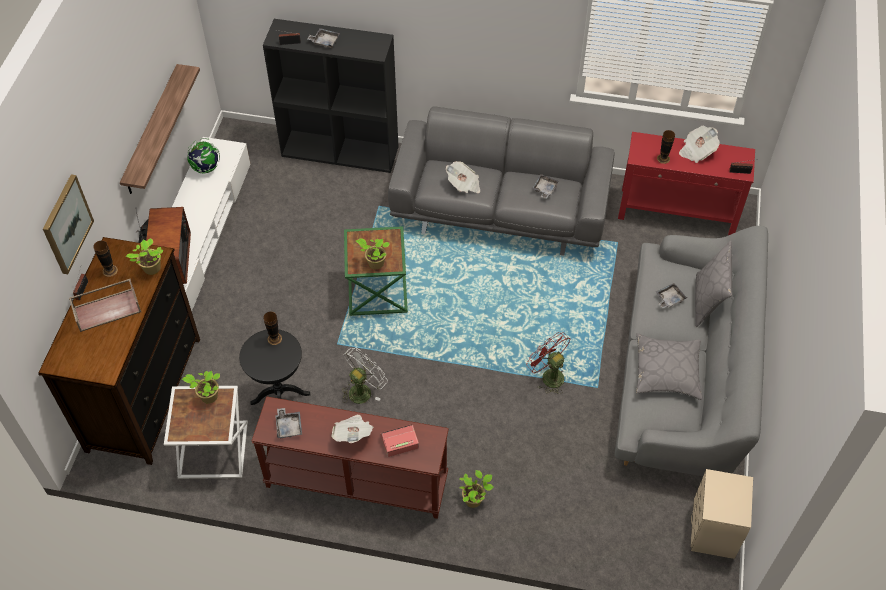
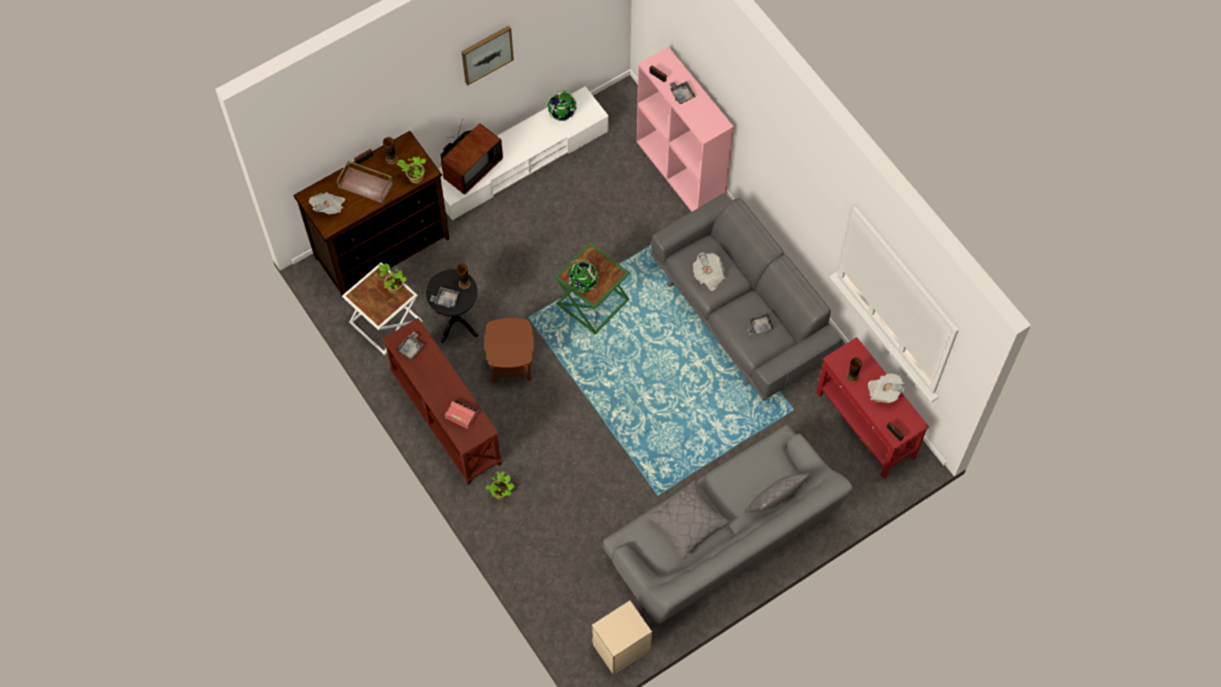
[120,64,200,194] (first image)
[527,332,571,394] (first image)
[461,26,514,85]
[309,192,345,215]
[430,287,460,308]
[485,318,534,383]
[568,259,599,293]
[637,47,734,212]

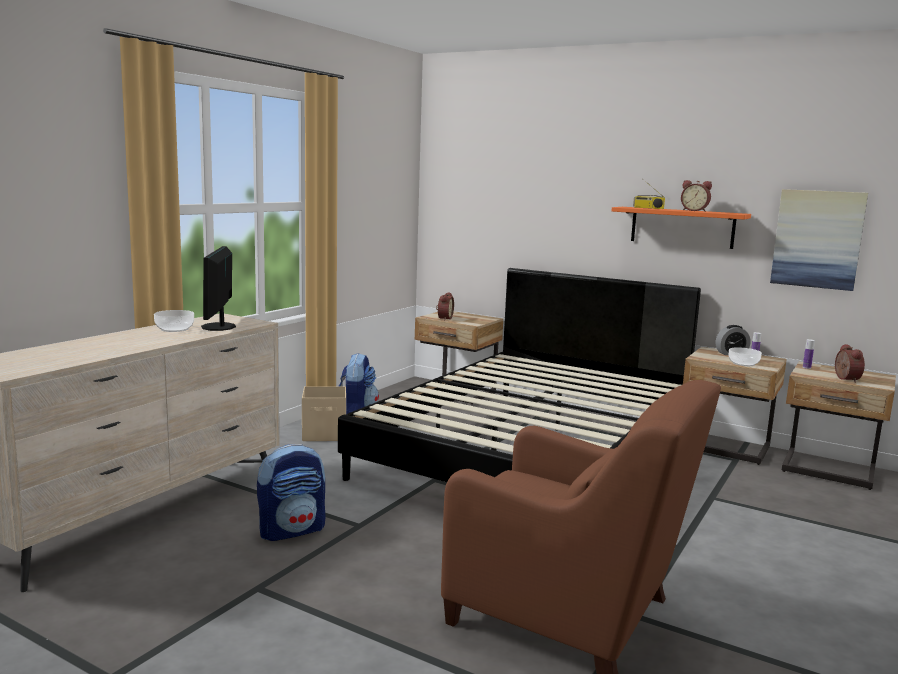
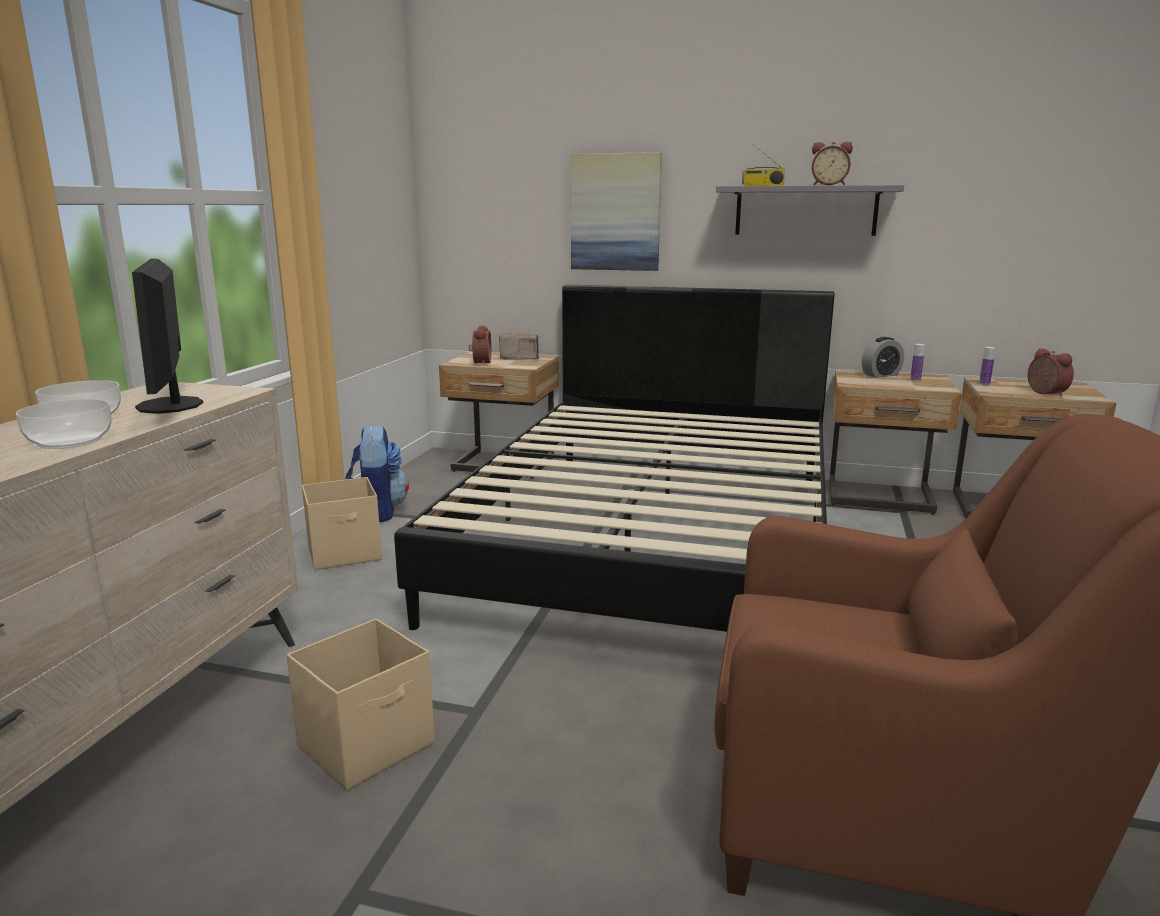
[499,333,539,360]
[16,399,112,449]
[571,152,662,271]
[287,618,435,790]
[716,185,904,236]

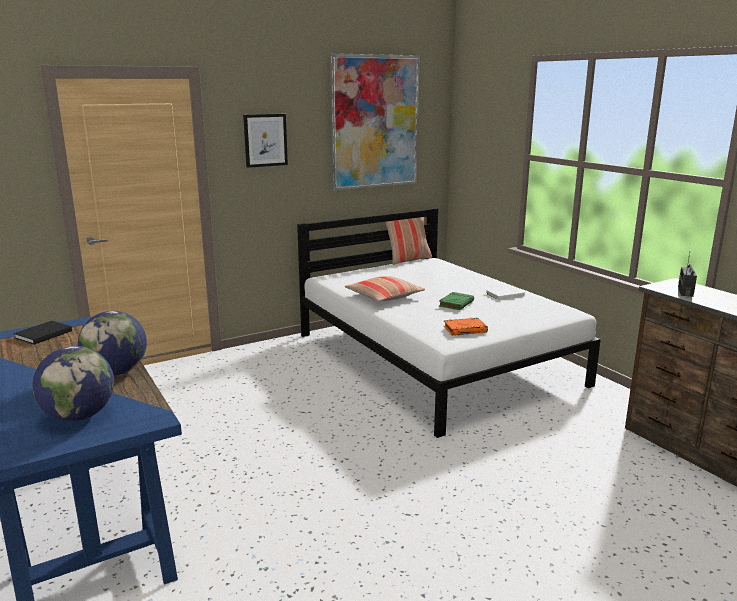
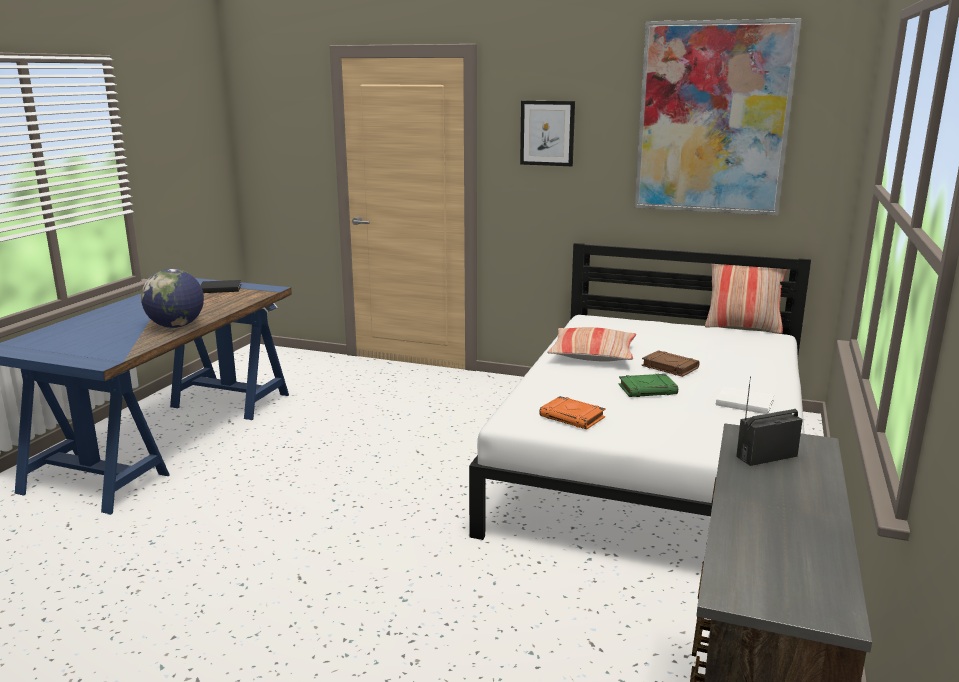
[32,346,114,421] (first image)
[641,350,699,377]

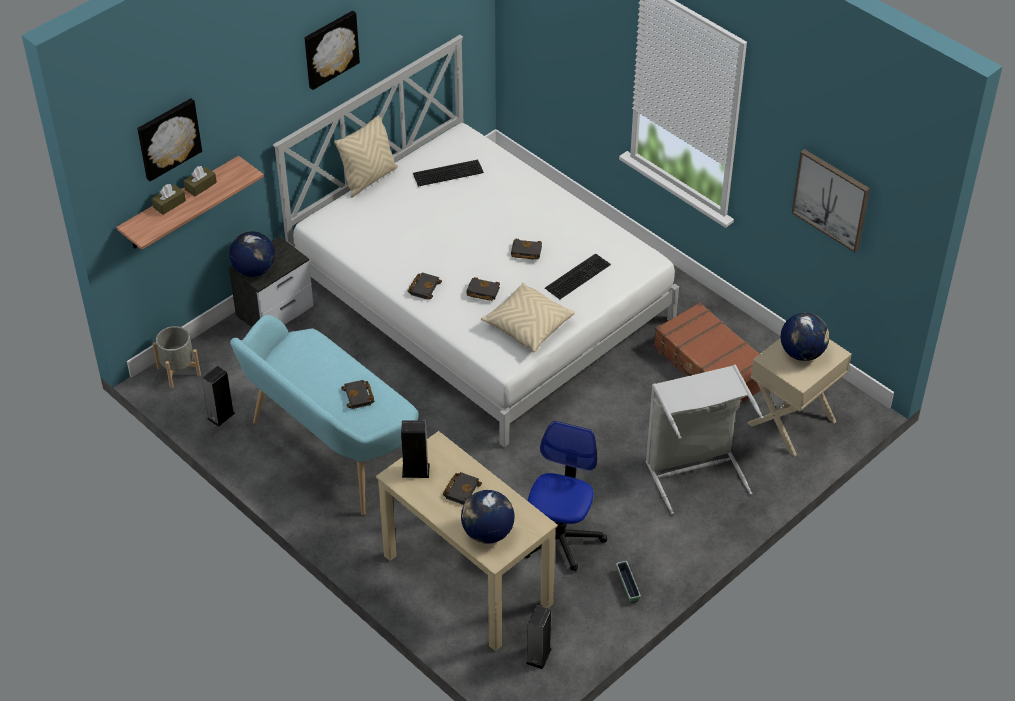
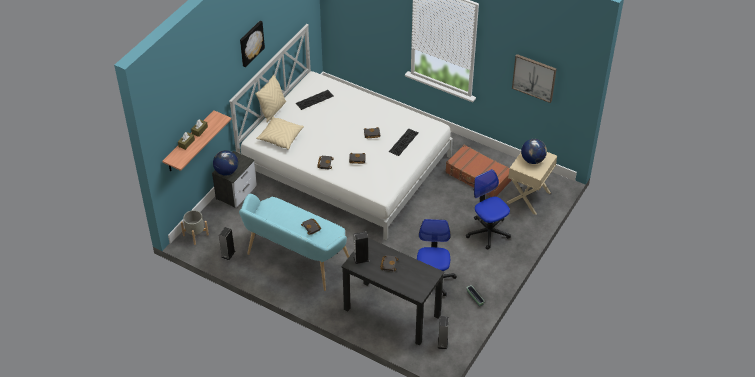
[137,98,202,181] (first image)
[461,490,515,544] (first image)
[256,117,304,150]
[466,169,511,250]
[341,238,444,346]

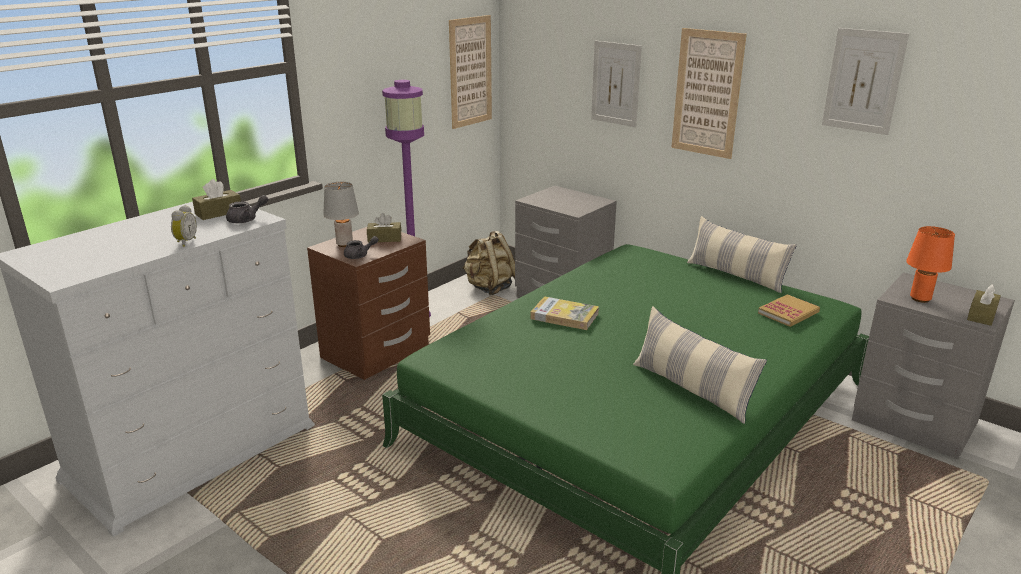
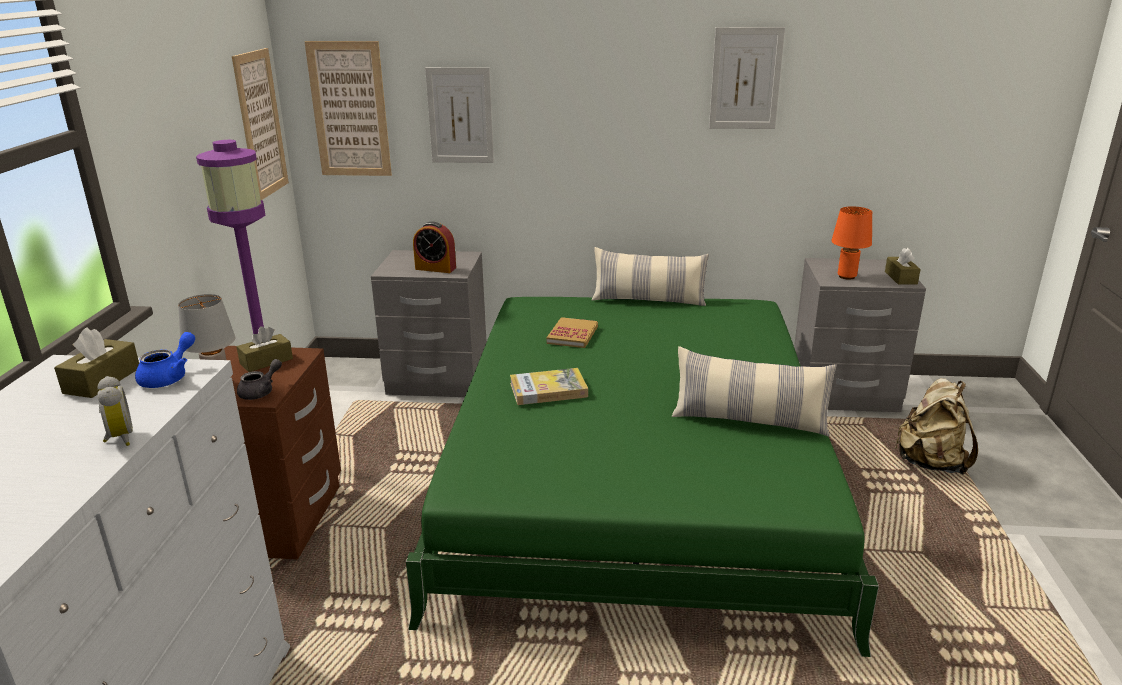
[413,222,456,273]
[894,378,978,474]
[304,41,392,176]
[547,317,598,348]
[135,332,195,388]

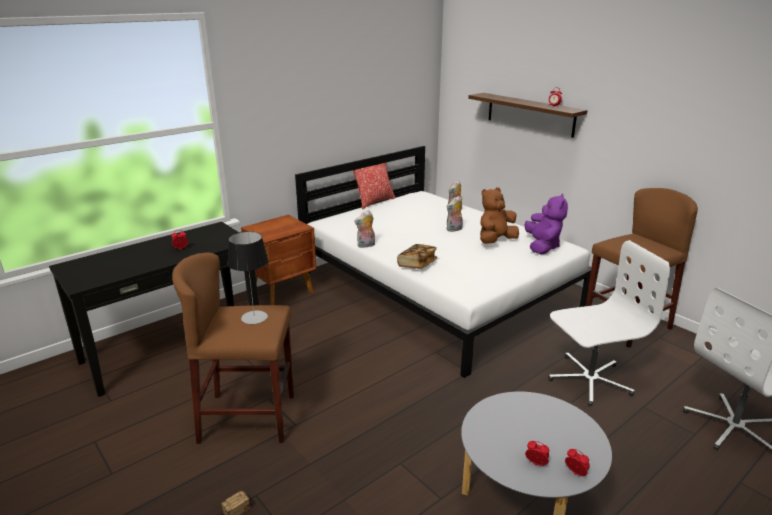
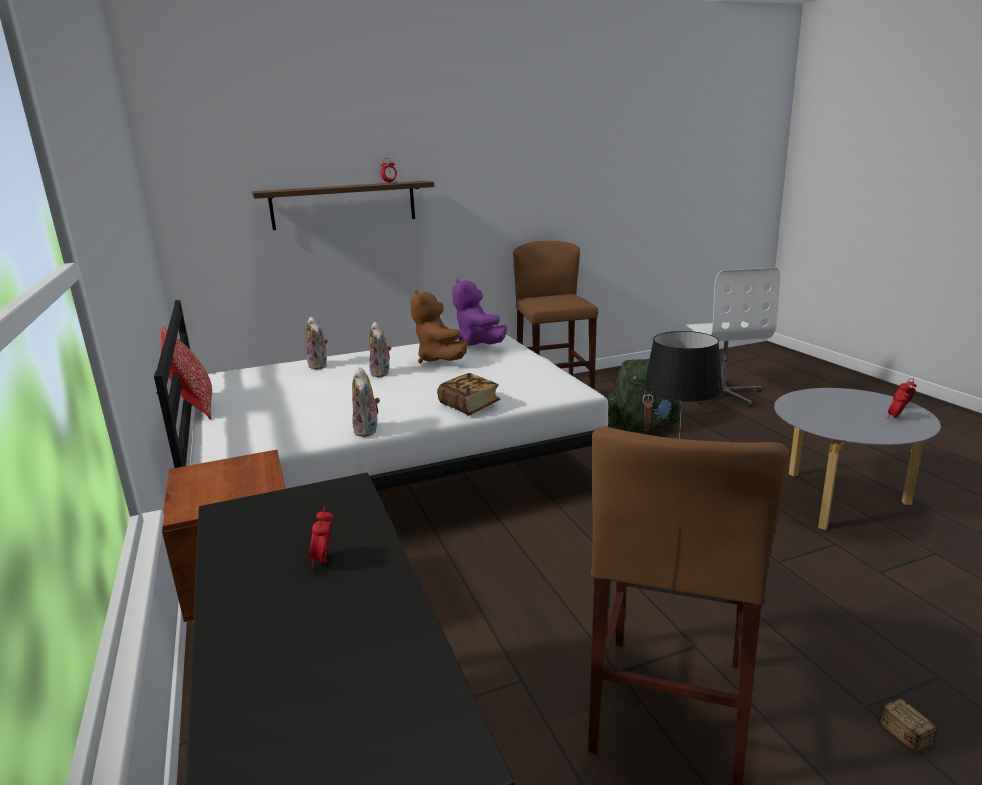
[607,359,681,432]
[452,279,507,345]

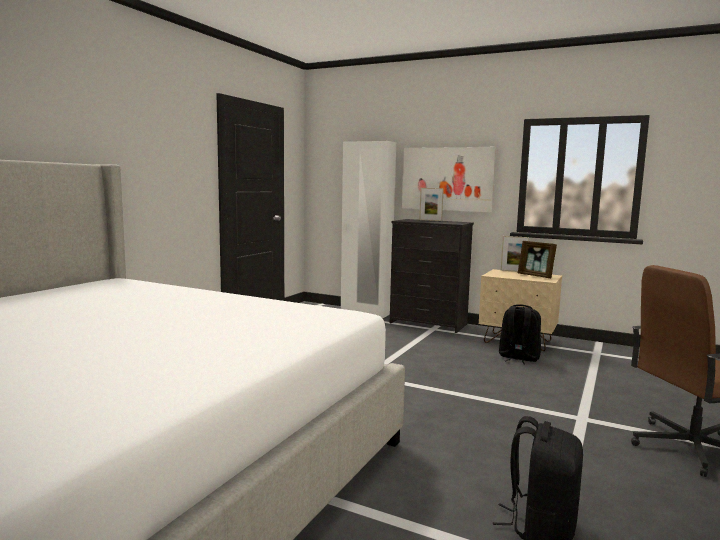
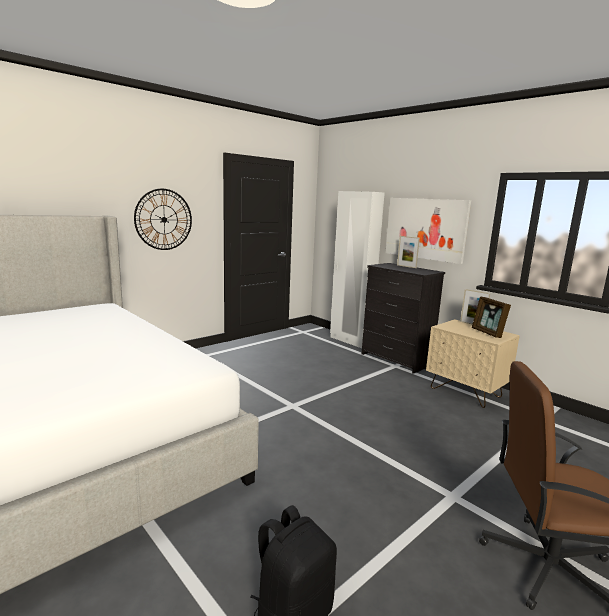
[499,304,541,365] (first image)
[134,189,192,250]

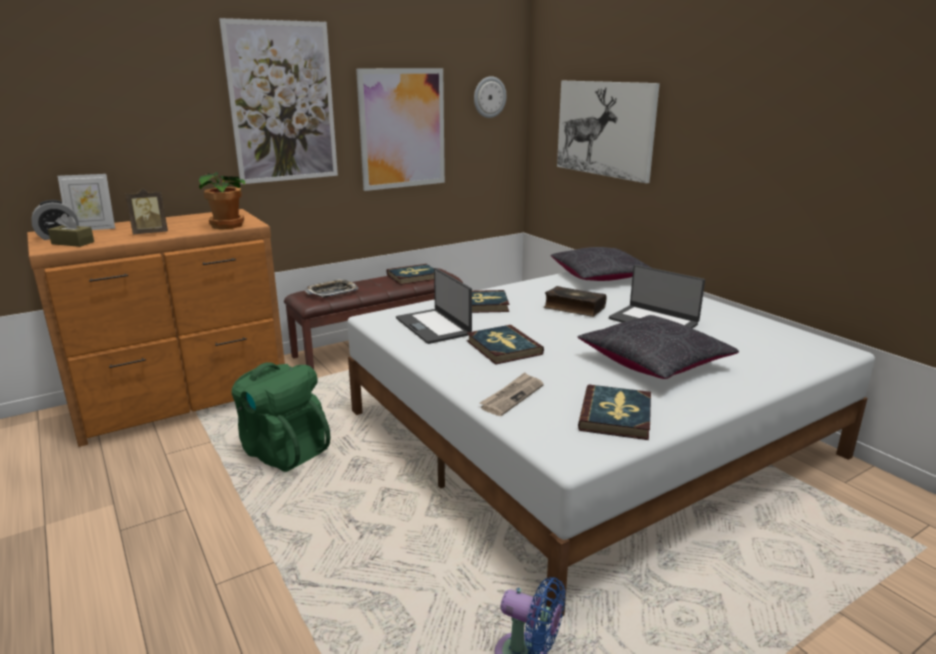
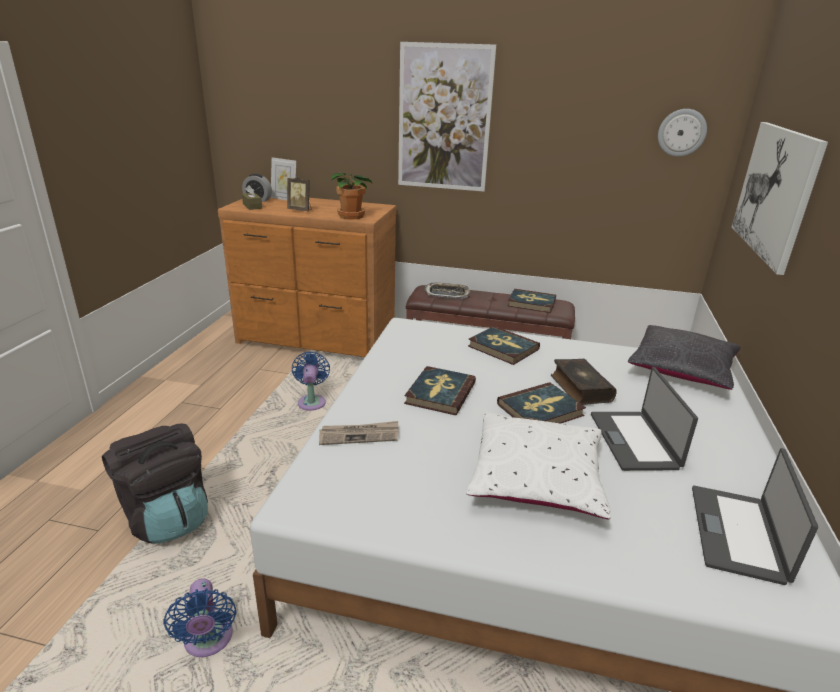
[356,68,445,191] (first image)
[102,424,208,544]
[692,448,818,585]
[497,382,586,424]
[292,351,330,411]
[467,413,611,519]

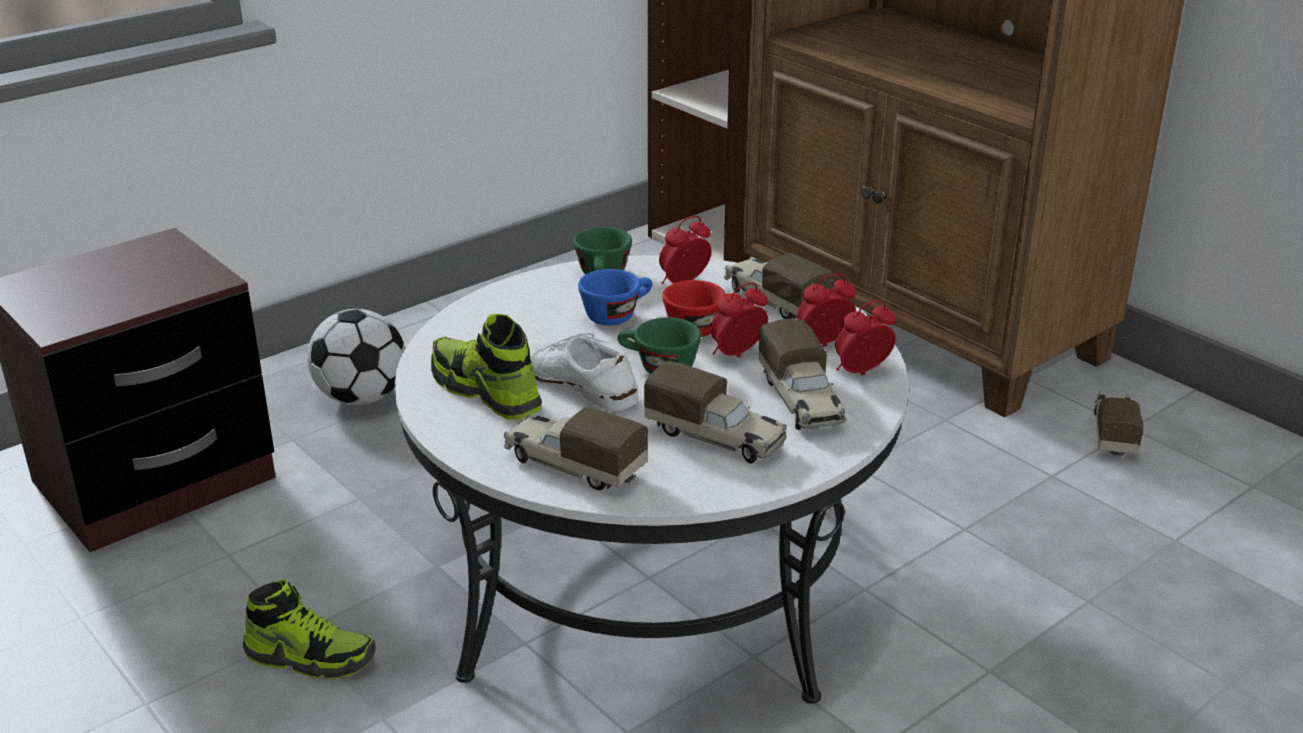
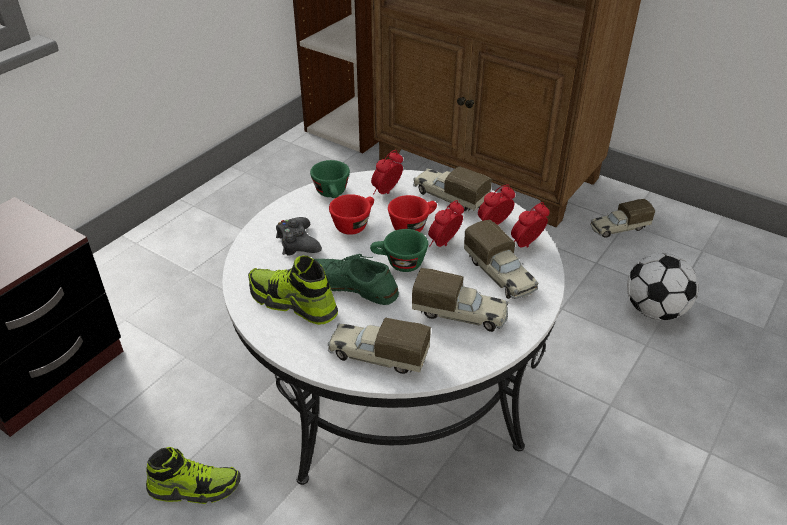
[276,217,322,256]
[627,253,699,320]
[314,254,399,305]
[329,194,374,235]
[590,199,655,238]

